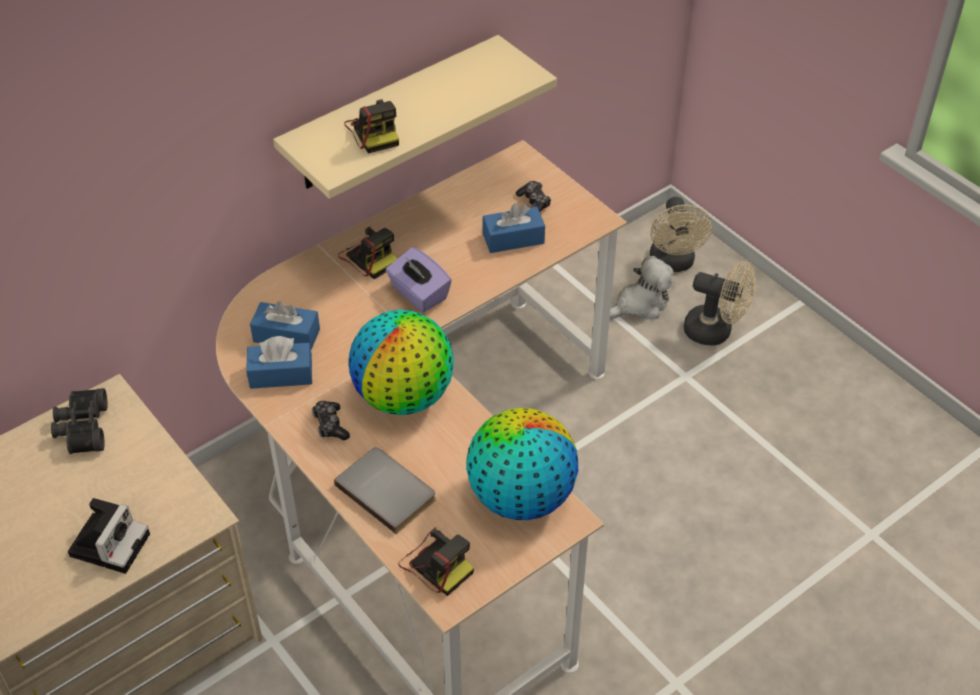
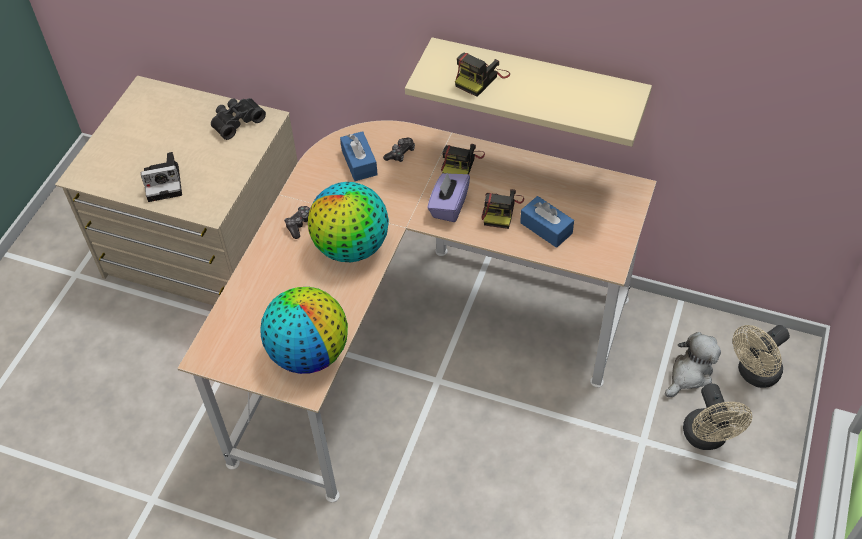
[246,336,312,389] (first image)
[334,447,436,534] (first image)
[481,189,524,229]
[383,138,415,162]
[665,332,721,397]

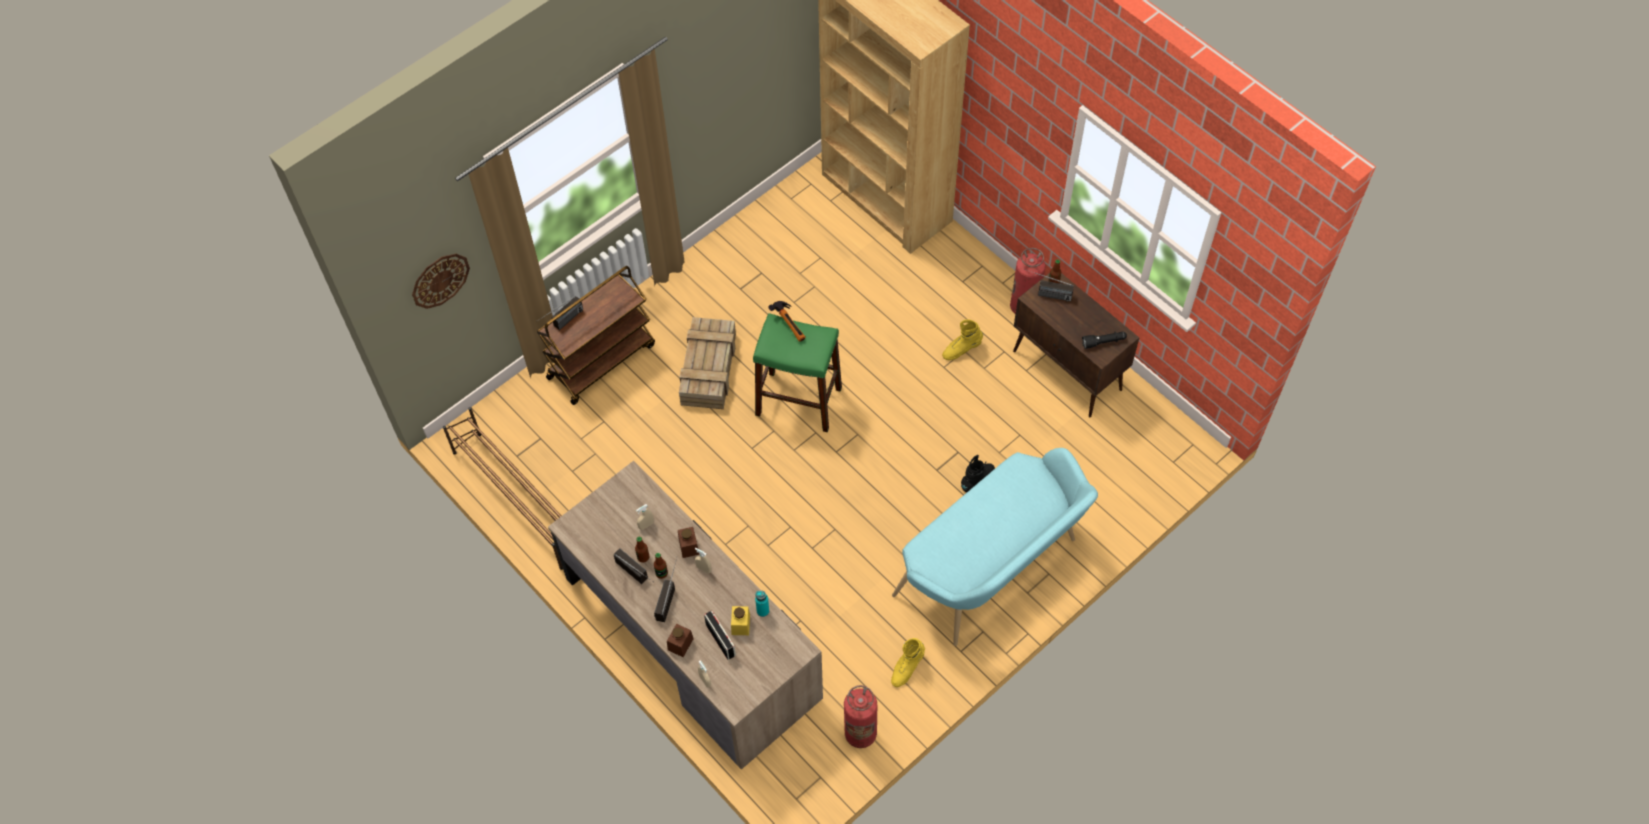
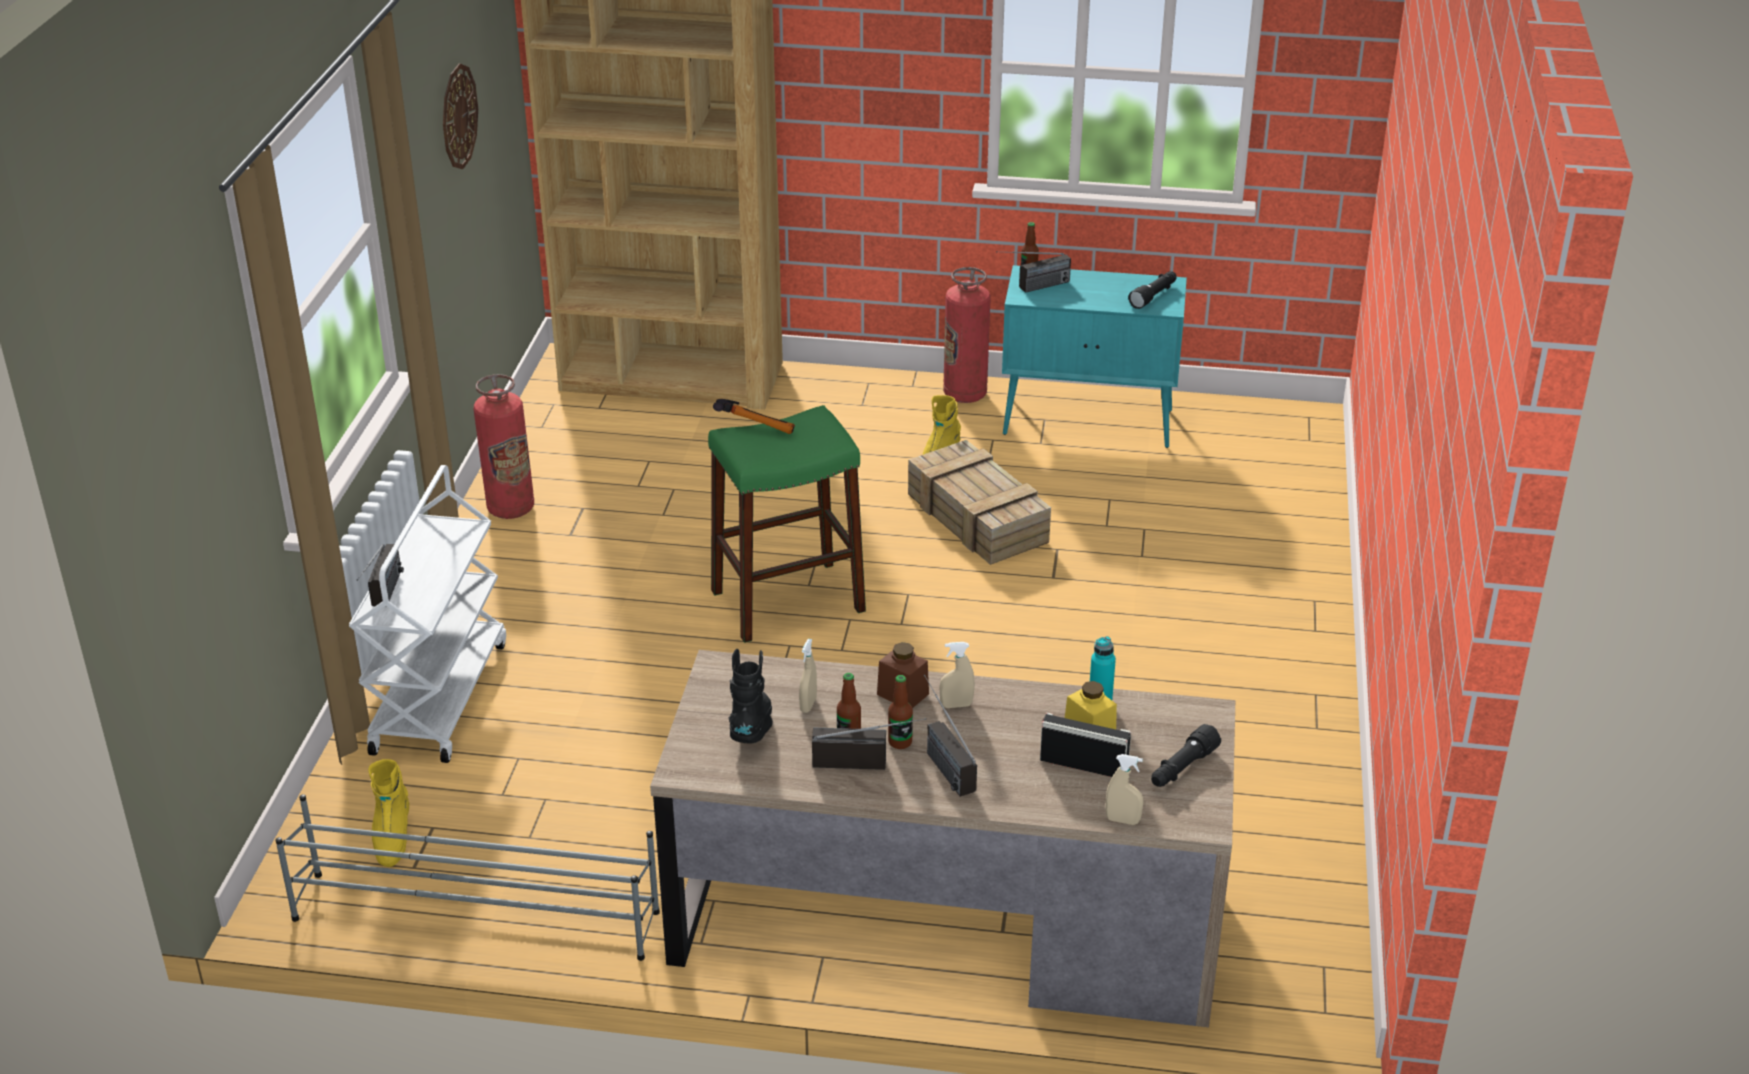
[667,624,694,657] (first image)
[892,448,1098,646] (first image)
[1151,724,1221,787]
[443,63,478,169]
[908,440,1051,565]
[473,374,534,519]
[368,759,409,867]
[729,649,773,743]
[275,794,660,961]
[349,465,506,763]
[1002,265,1187,448]

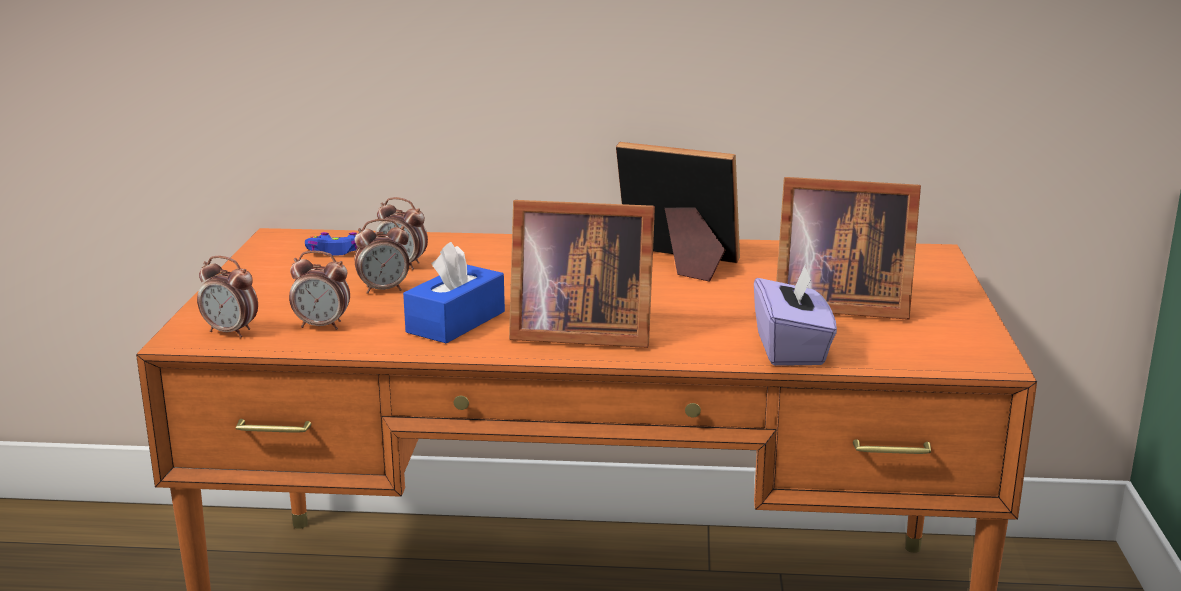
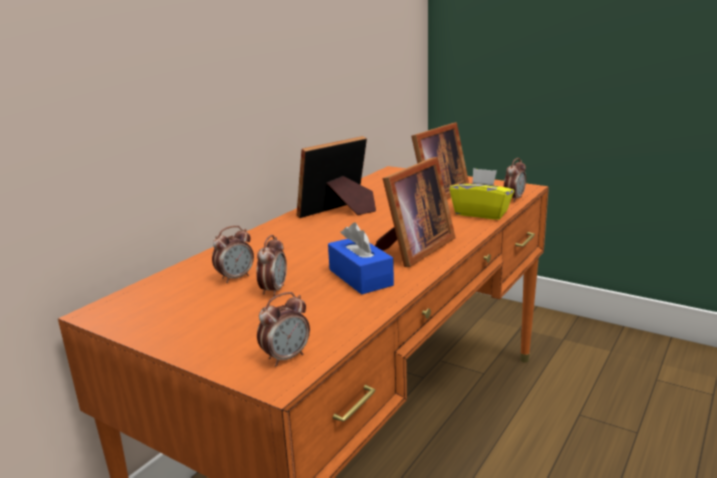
[305,232,358,256] (first image)
[504,158,526,202]
[449,168,514,220]

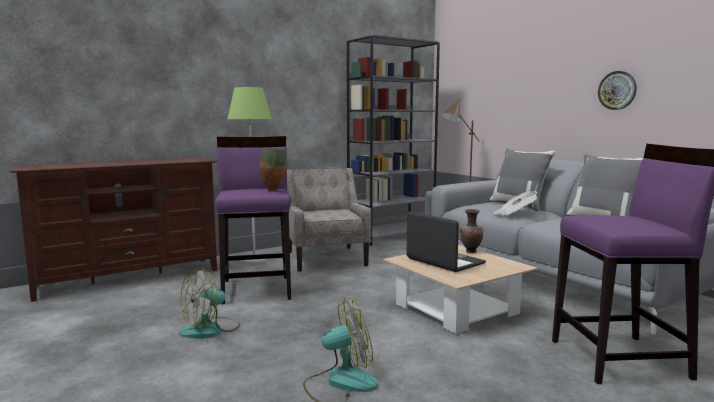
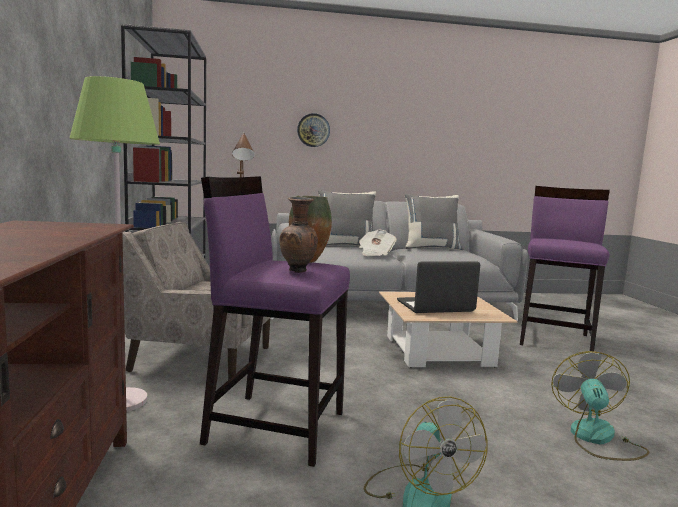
[279,197,318,273]
[297,113,330,147]

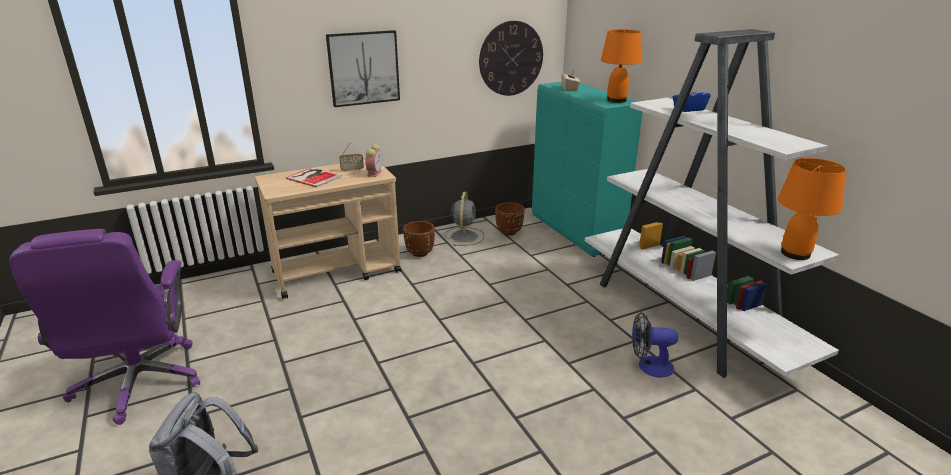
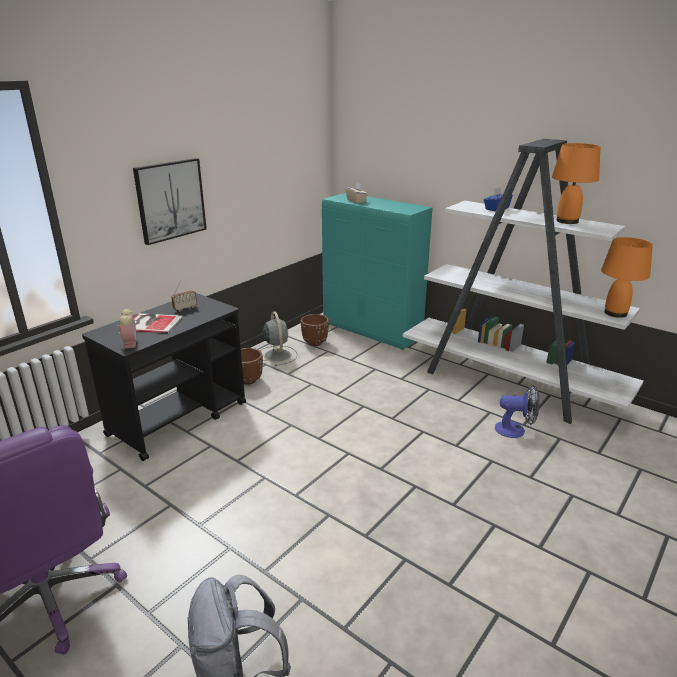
[479,21,543,96] (first image)
[117,309,137,349]
[552,143,600,224]
[82,293,246,461]
[495,385,540,438]

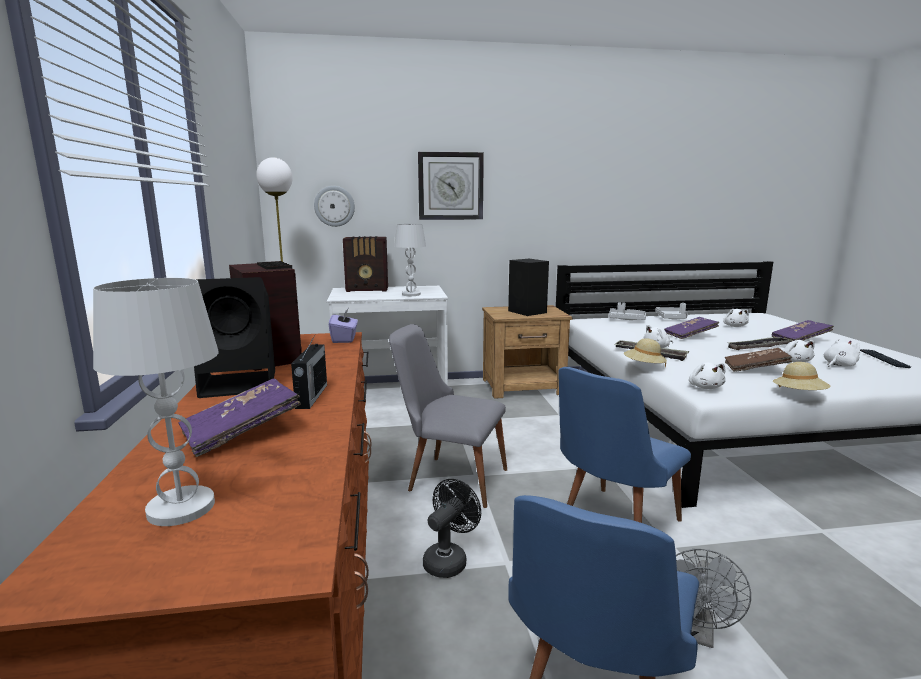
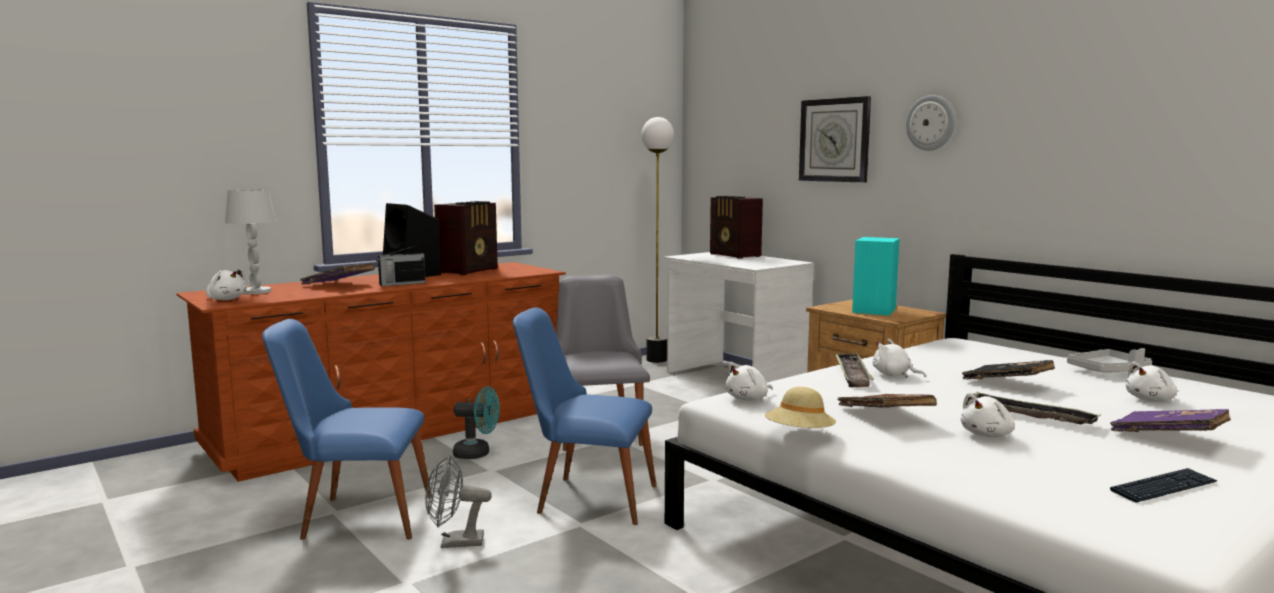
[329,308,358,343] (first image)
[394,224,426,296] (first image)
[609,303,646,320] (first image)
[624,338,667,367] (first image)
[906,95,955,151]
[206,268,247,300]
[453,386,500,459]
[852,237,900,316]
[962,360,1055,379]

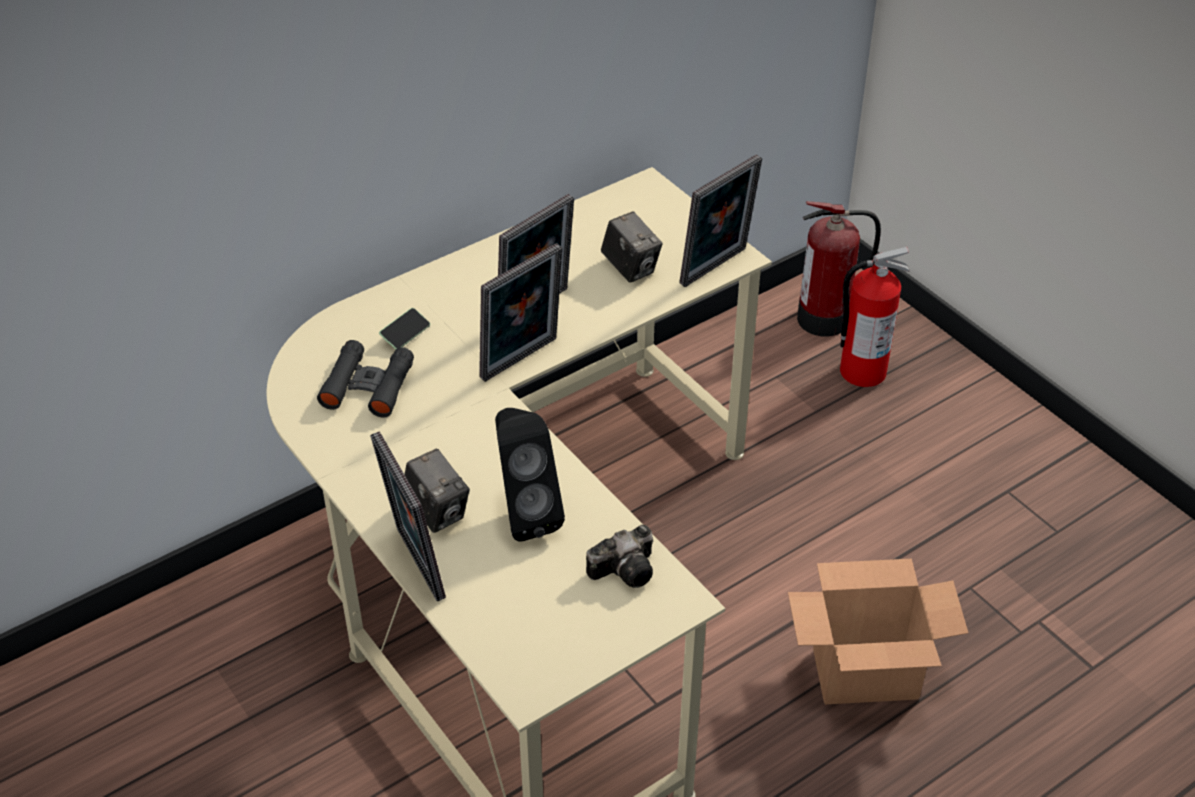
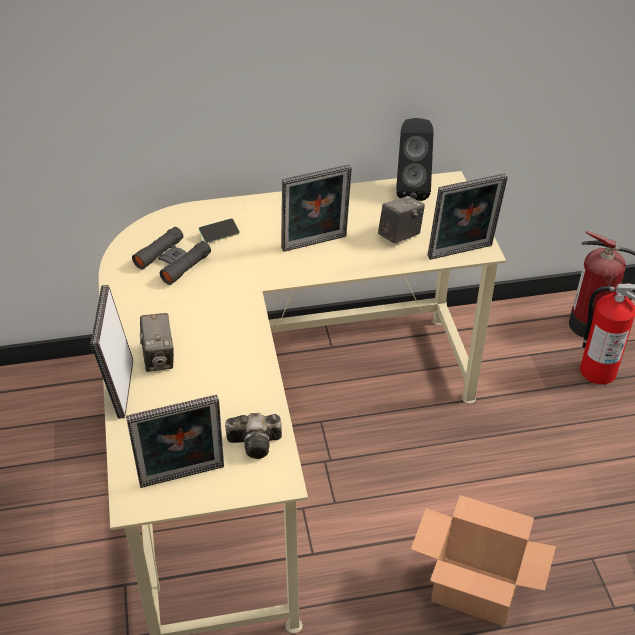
[126,395,224,488]
[396,118,433,201]
[378,196,425,244]

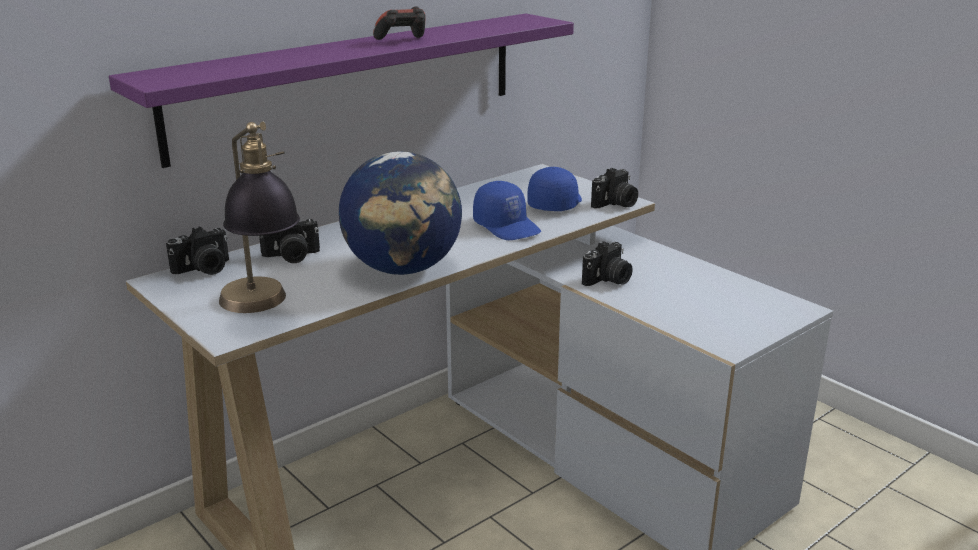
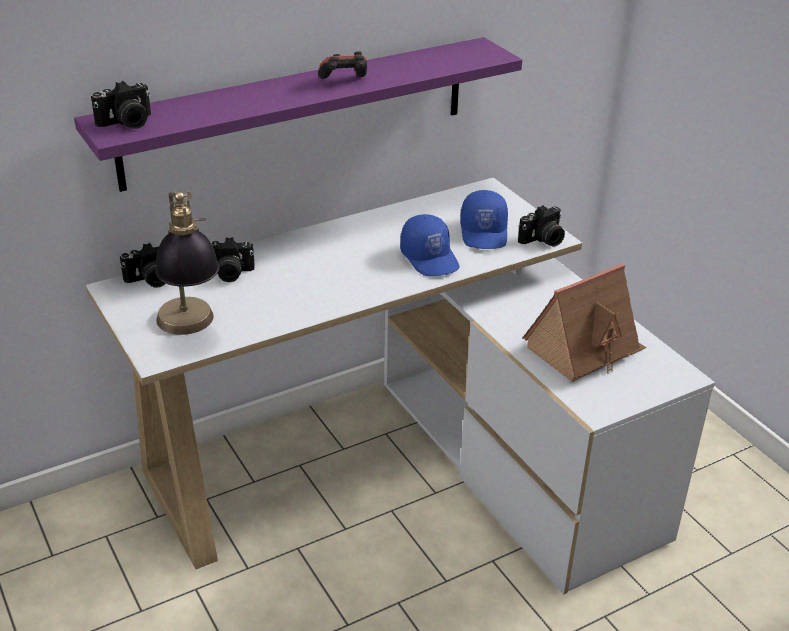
[339,152,462,275] (first image)
[523,263,646,382]
[91,81,151,129]
[460,190,508,249]

